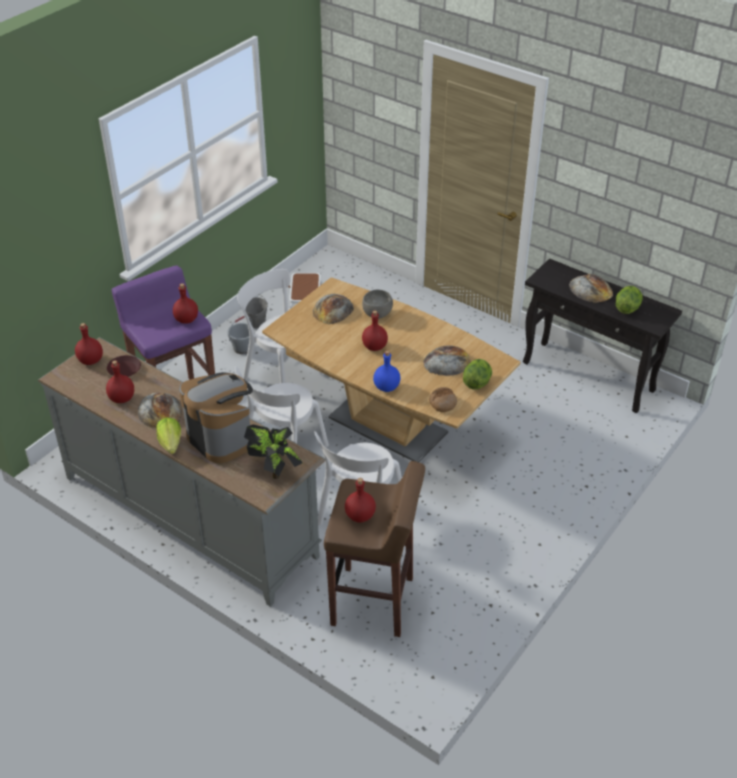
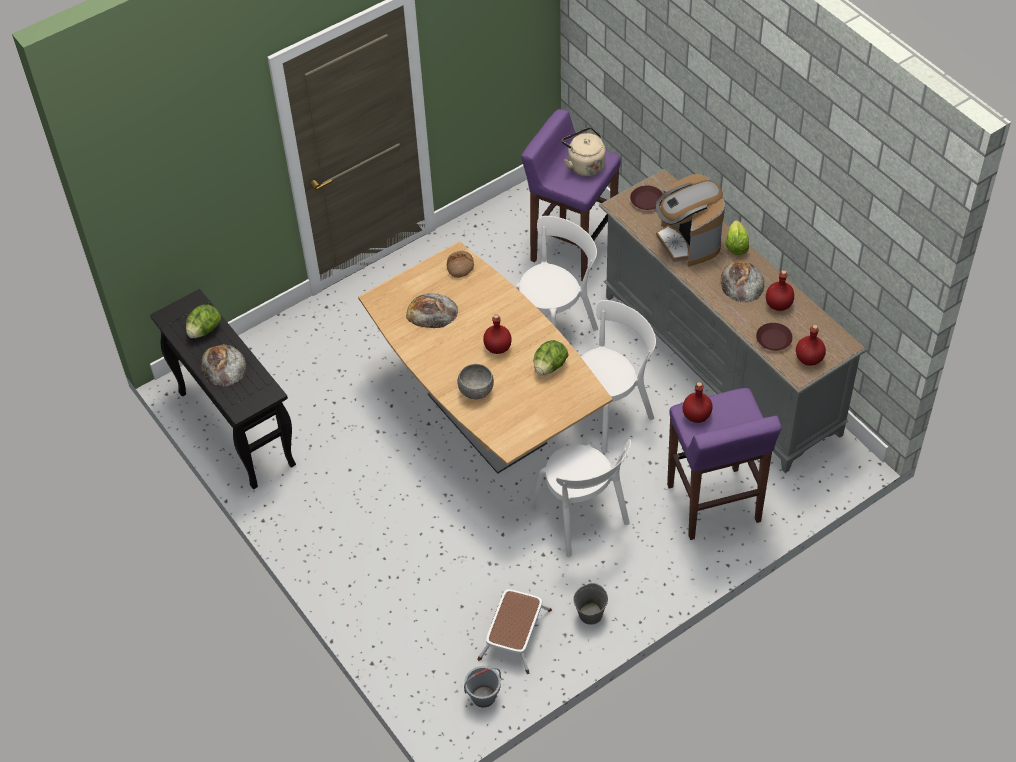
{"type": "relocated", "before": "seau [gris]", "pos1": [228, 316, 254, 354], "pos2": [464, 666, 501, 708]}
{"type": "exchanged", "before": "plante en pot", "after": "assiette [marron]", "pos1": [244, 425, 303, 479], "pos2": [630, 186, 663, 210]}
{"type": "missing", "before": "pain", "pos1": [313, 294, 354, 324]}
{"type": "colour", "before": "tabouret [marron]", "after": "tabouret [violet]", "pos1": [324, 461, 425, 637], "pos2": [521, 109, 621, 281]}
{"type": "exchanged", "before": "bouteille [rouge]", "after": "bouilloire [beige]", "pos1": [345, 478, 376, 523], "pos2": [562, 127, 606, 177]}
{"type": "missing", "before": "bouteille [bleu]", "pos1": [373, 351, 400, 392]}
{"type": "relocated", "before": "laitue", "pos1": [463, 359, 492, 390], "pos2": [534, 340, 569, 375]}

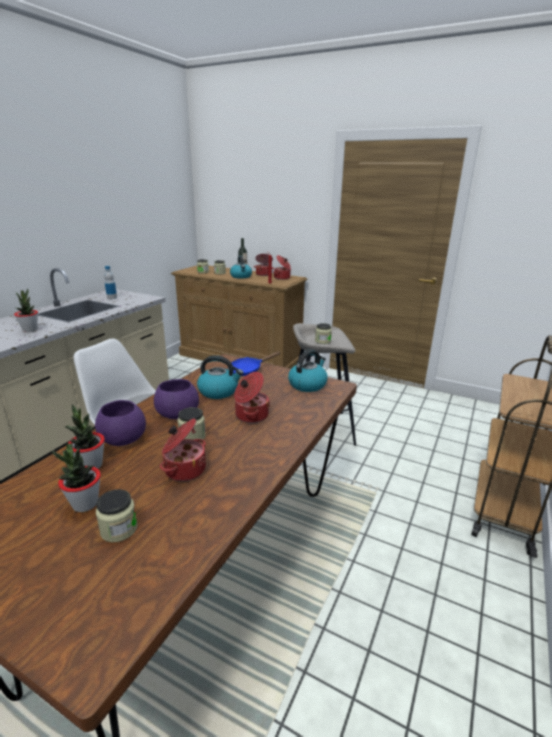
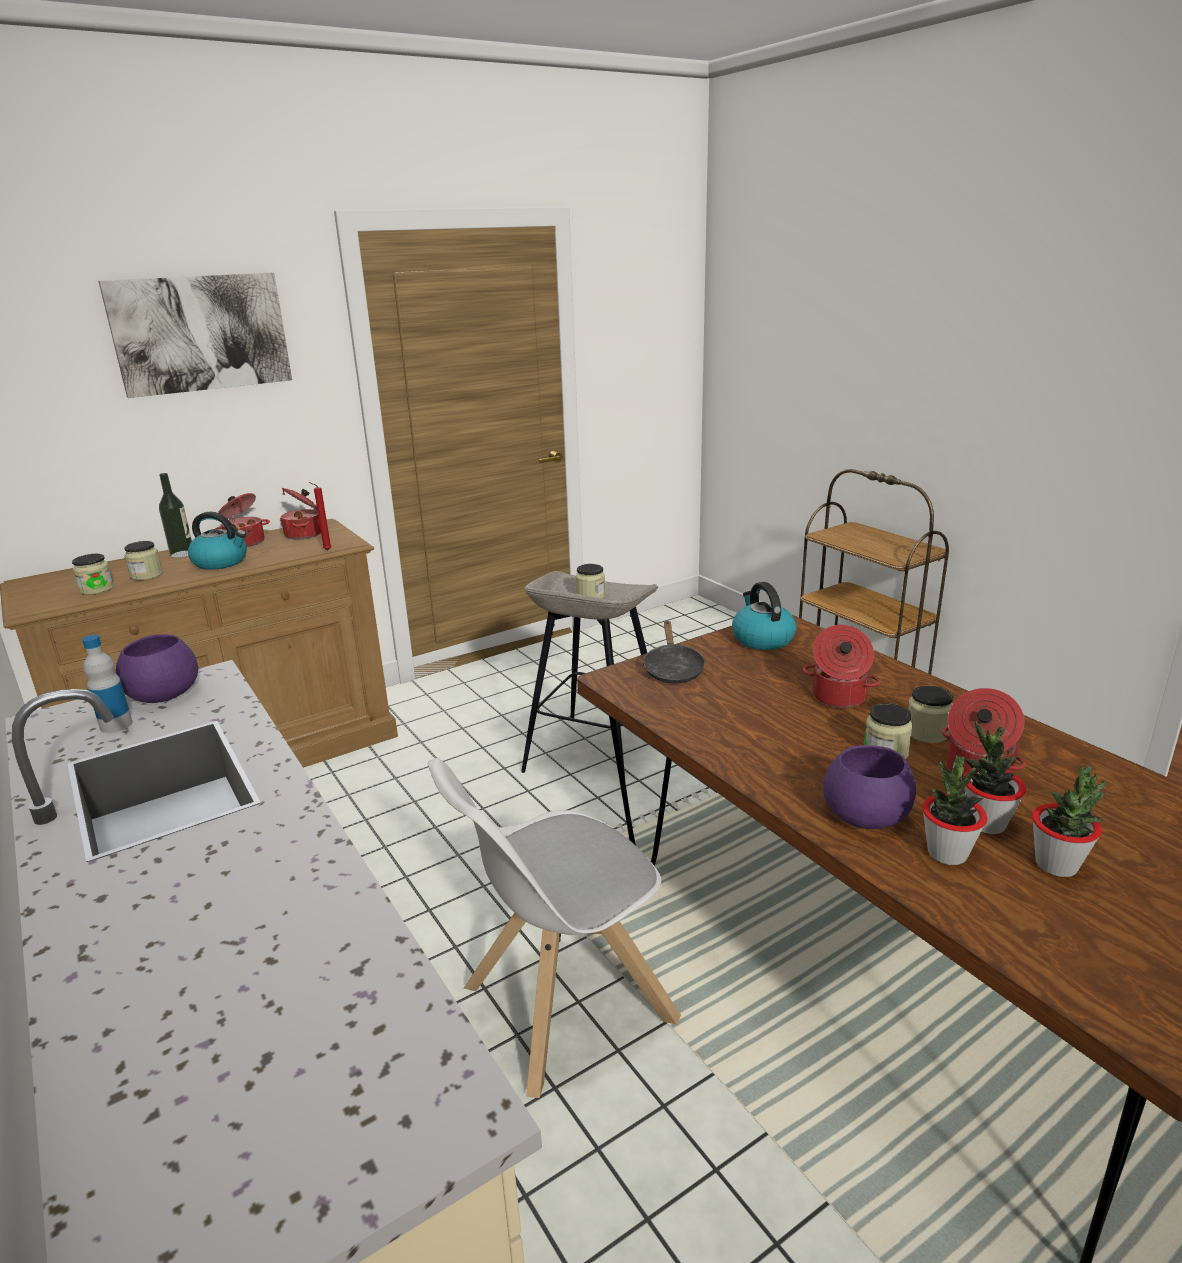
{"type": "relocated", "before": "plante en pot", "pos1": [14, 288, 38, 332], "pos2": [963, 721, 1026, 834]}
{"type": "relocated", "before": "bocal", "pos1": [96, 489, 137, 542], "pos2": [908, 686, 953, 743]}
{"type": "relocated", "before": "bol [violet]", "pos1": [154, 379, 199, 419], "pos2": [116, 634, 198, 703]}
{"type": "missing", "before": "bouilloire", "pos1": [197, 355, 243, 399]}
{"type": "colour", "before": "poêle [bleu]", "after": "poêle [noir]", "pos1": [228, 352, 280, 376], "pos2": [643, 621, 706, 684]}
{"type": "appeared", "after": "tableau", "pos2": [99, 273, 292, 398]}

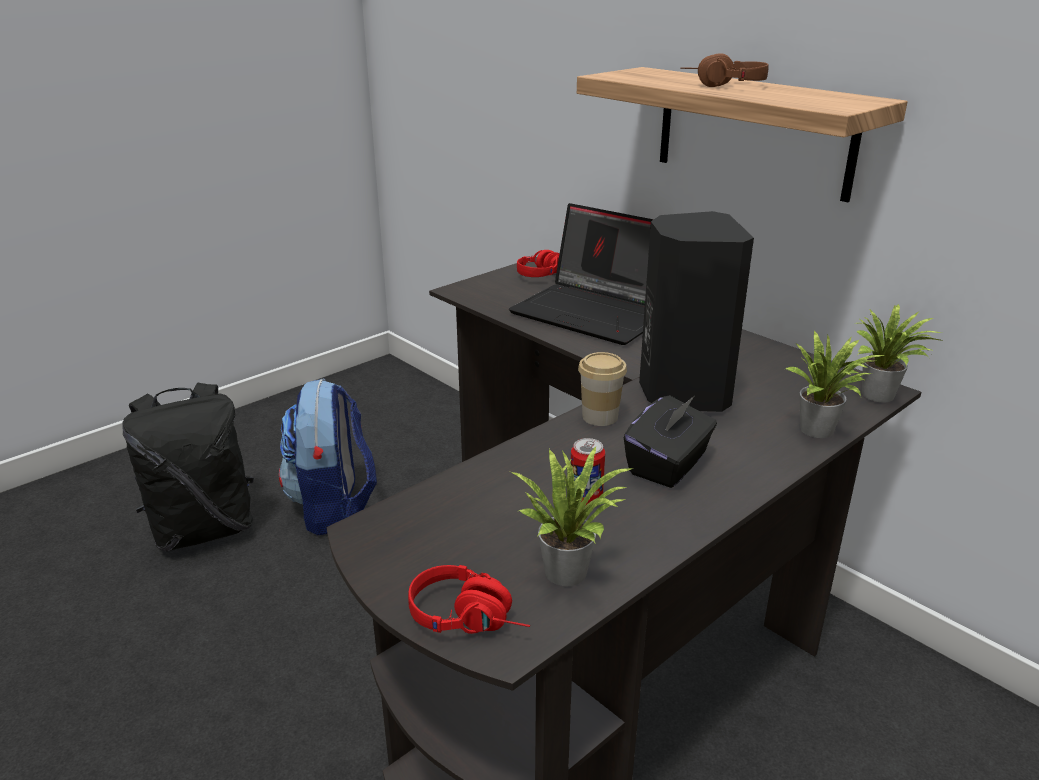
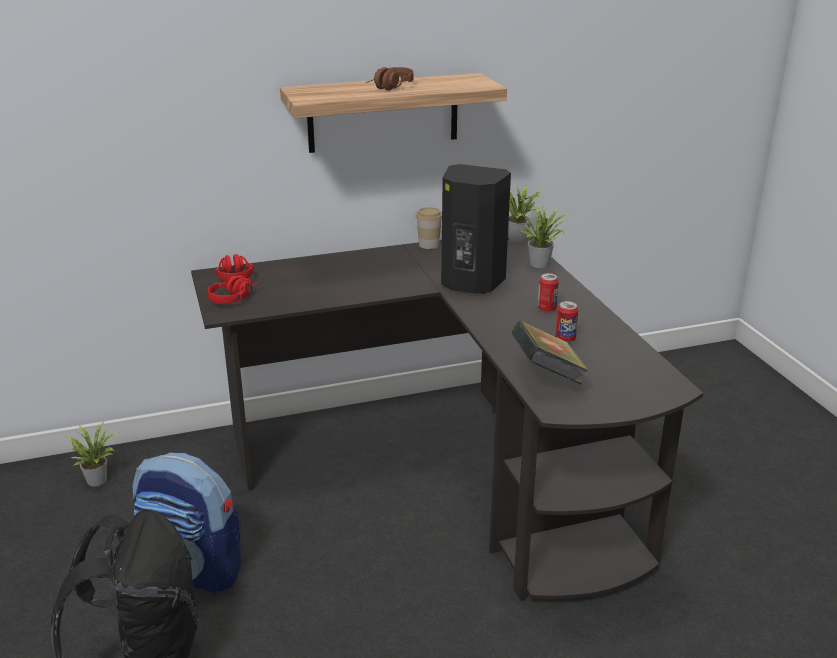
{"type": "relocated", "before": "casque audio [rouge]", "pos1": [408, 565, 530, 634], "pos2": [208, 276, 263, 304]}
{"type": "missing", "before": "ordinateur portable", "pos1": [509, 203, 654, 345]}
{"type": "relocated", "before": "plante en pot", "pos1": [511, 447, 634, 587], "pos2": [66, 422, 118, 487]}
{"type": "relocated", "before": "tasse", "pos1": [578, 352, 627, 426], "pos2": [415, 207, 442, 249]}
{"type": "exchanged", "before": "boîte à mouchoirs [noir]", "after": "boîte métallique", "pos1": [624, 395, 717, 488], "pos2": [537, 273, 559, 312]}
{"type": "appeared", "after": "livre", "pos2": [511, 321, 590, 385]}

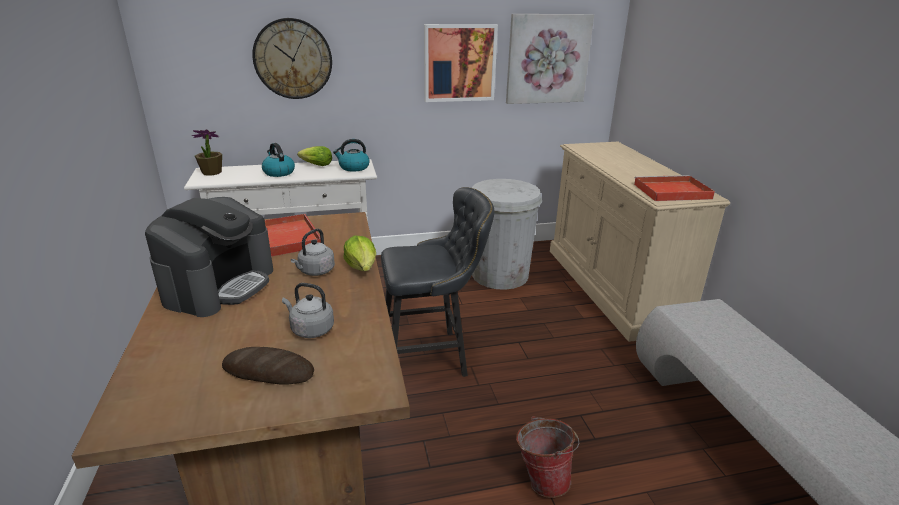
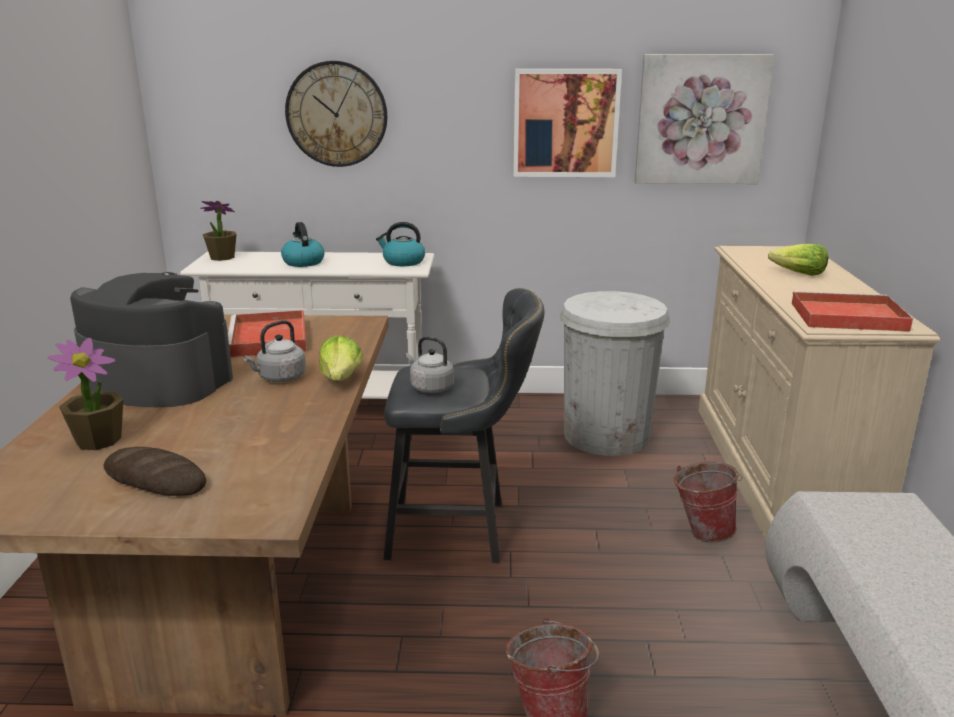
{"type": "spun", "before": "machine à café", "pos1": [145, 197, 273, 317], "pos2": [70, 272, 233, 407], "turn": -105}
{"type": "relocated", "before": "bouilloire [gris]", "pos1": [282, 283, 334, 338], "pos2": [405, 336, 454, 393]}
{"type": "relocated", "before": "laitue", "pos1": [297, 146, 332, 166], "pos2": [768, 244, 828, 276]}
{"type": "appeared", "after": "plante en pot", "pos2": [48, 337, 123, 450]}
{"type": "appeared", "after": "seau", "pos2": [674, 462, 743, 542]}

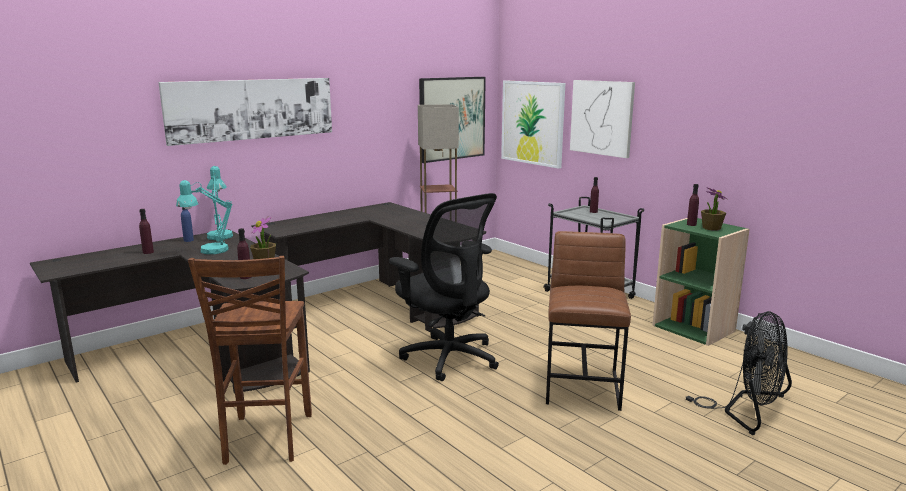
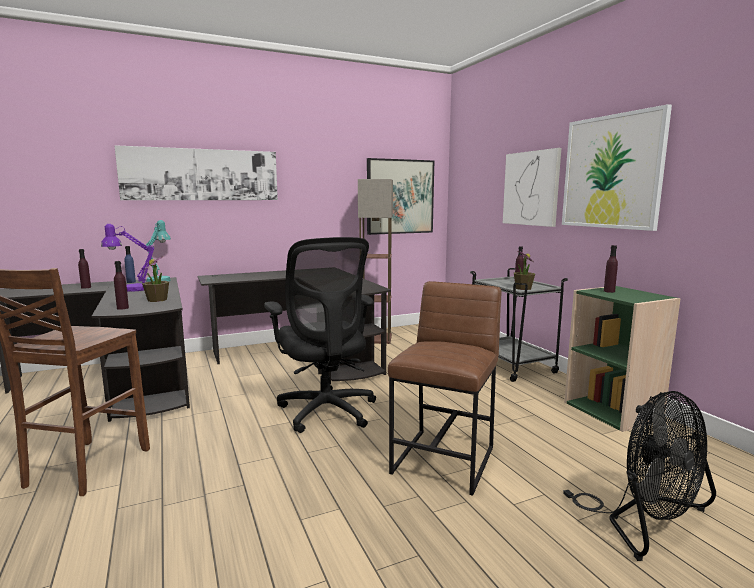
{"type": "colour", "before": "lampe de table [turquoise]", "after": "lampe de table [violet]", "pos1": [176, 180, 233, 254], "pos2": [101, 224, 155, 292]}
{"type": "relocated", "before": "tableau", "pos1": [501, 80, 565, 169], "pos2": [562, 104, 672, 231]}
{"type": "relocated", "before": "plante en pot", "pos1": [701, 187, 727, 230], "pos2": [514, 251, 535, 290]}

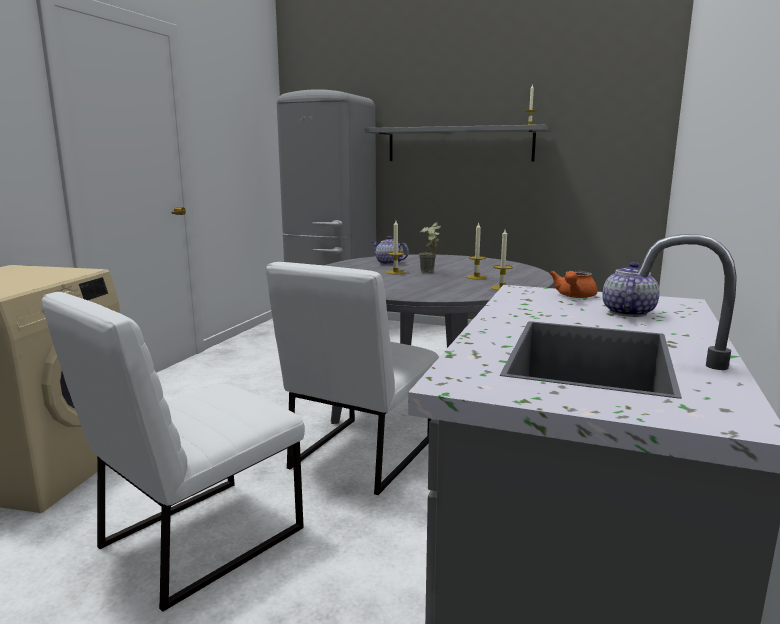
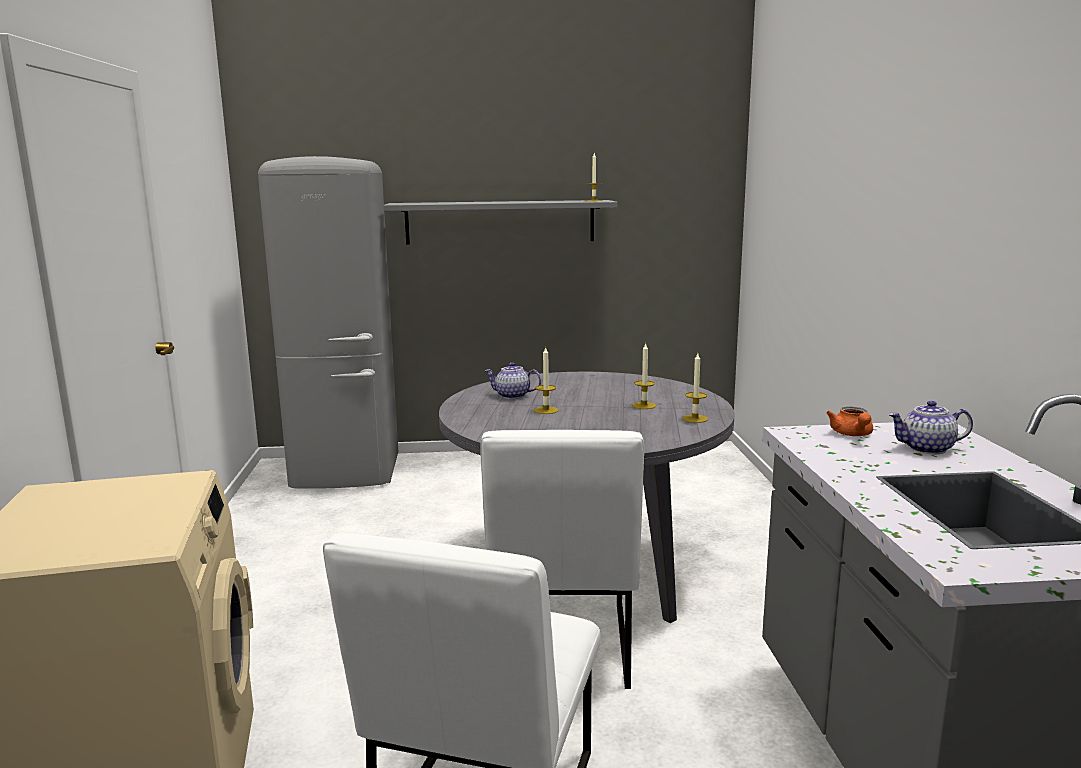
{"type": "missing", "before": "plante en pot", "pos1": [419, 222, 441, 273]}
{"type": "spun", "before": "théière", "pos1": [602, 262, 660, 317], "pos2": [888, 401, 973, 454], "turn": -90}

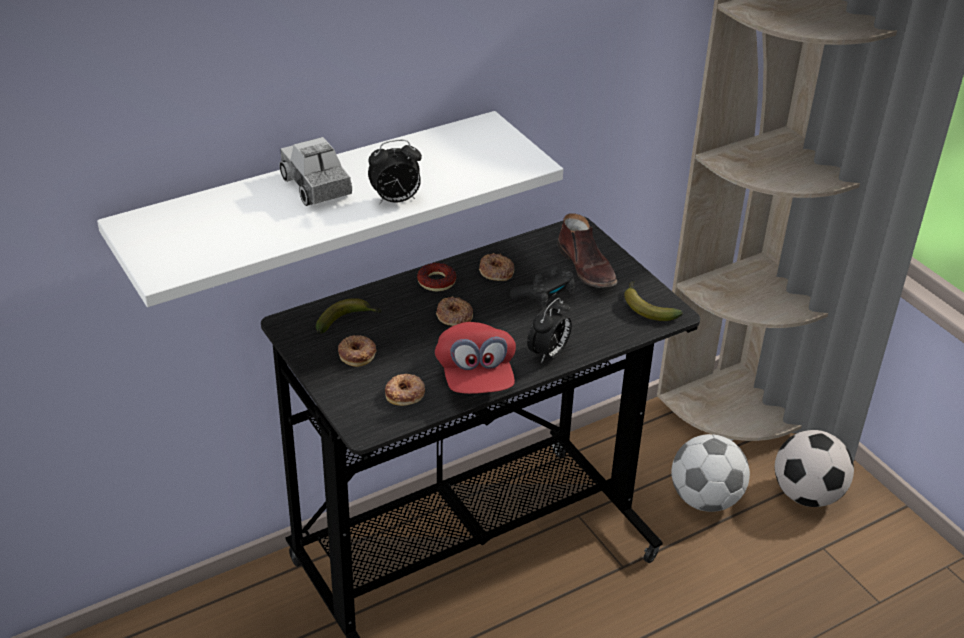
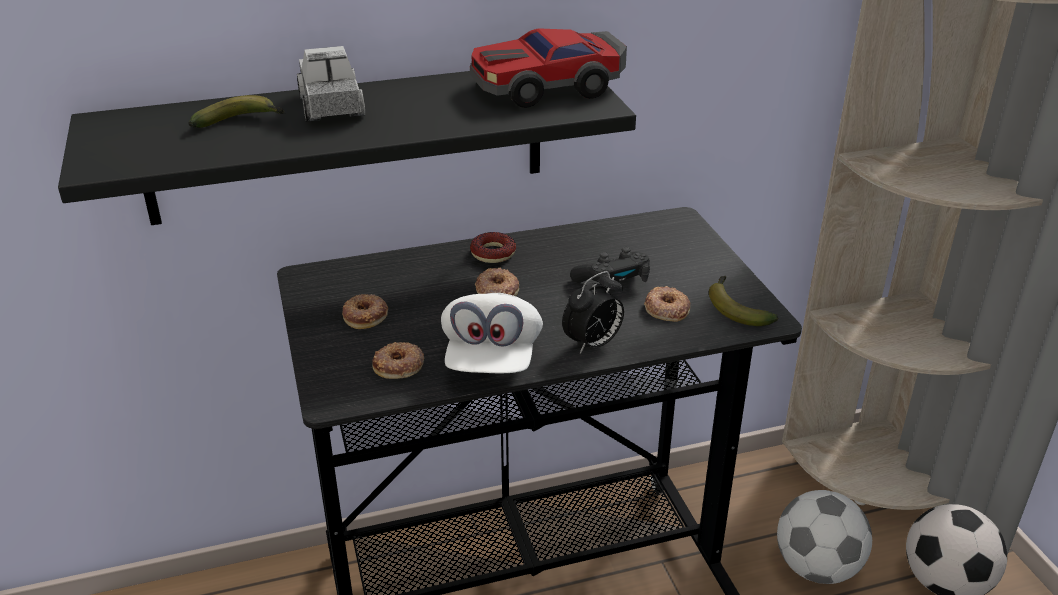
{"type": "colour", "before": "étagère [blanc]", "after": "étagère [noir]", "pos1": [97, 111, 563, 307], "pos2": [58, 71, 636, 225]}
{"type": "relocated", "before": "banane", "pos1": [316, 298, 382, 334], "pos2": [189, 95, 286, 128]}
{"type": "missing", "before": "réveil", "pos1": [368, 140, 422, 204]}
{"type": "colour", "before": "casquette [rouge]", "after": "casquette [blanc]", "pos1": [435, 322, 516, 394], "pos2": [441, 293, 543, 374]}
{"type": "relocated", "before": "beignet", "pos1": [479, 253, 514, 281], "pos2": [644, 286, 690, 322]}
{"type": "missing", "before": "chaussure [marron]", "pos1": [557, 213, 618, 288]}
{"type": "appeared", "after": "petite voiture", "pos2": [470, 28, 627, 108]}

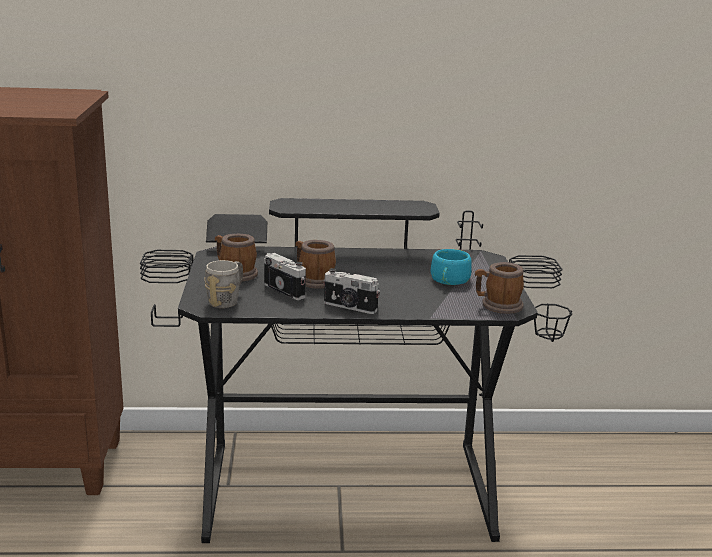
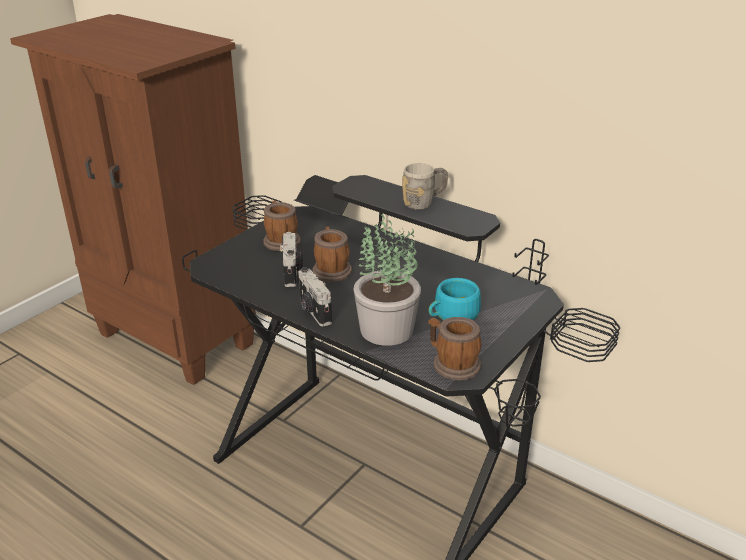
{"type": "relocated", "before": "mug [gris]", "pos1": [205, 260, 243, 308], "pos2": [402, 163, 448, 210]}
{"type": "appeared", "after": "plante en pot", "pos2": [353, 214, 421, 346]}

